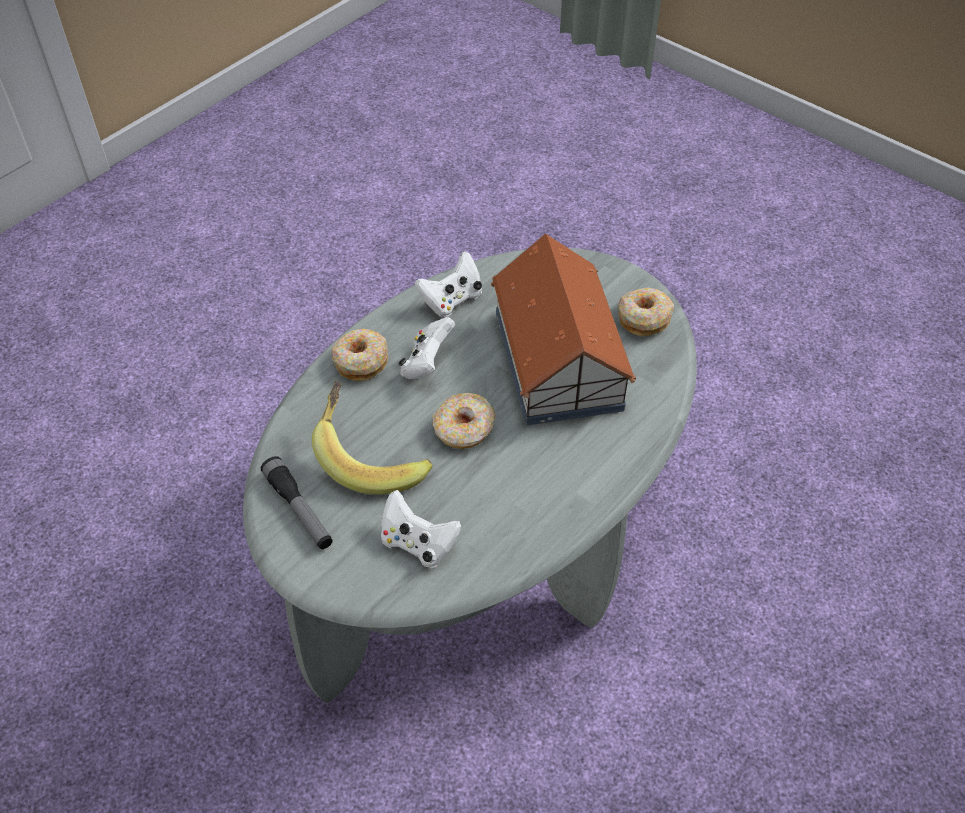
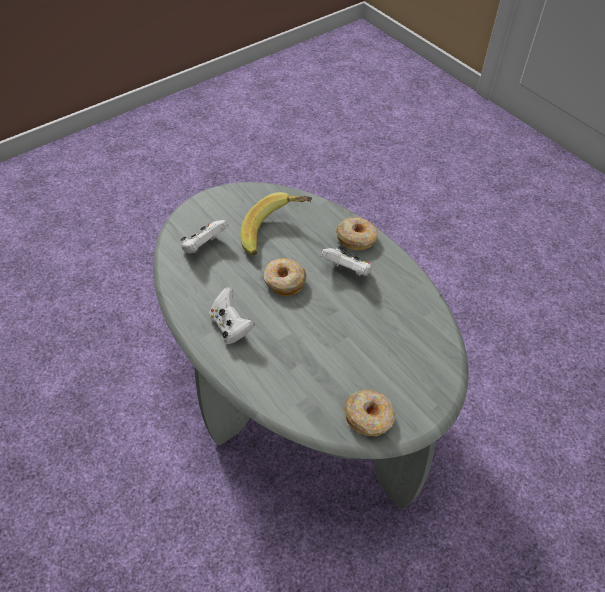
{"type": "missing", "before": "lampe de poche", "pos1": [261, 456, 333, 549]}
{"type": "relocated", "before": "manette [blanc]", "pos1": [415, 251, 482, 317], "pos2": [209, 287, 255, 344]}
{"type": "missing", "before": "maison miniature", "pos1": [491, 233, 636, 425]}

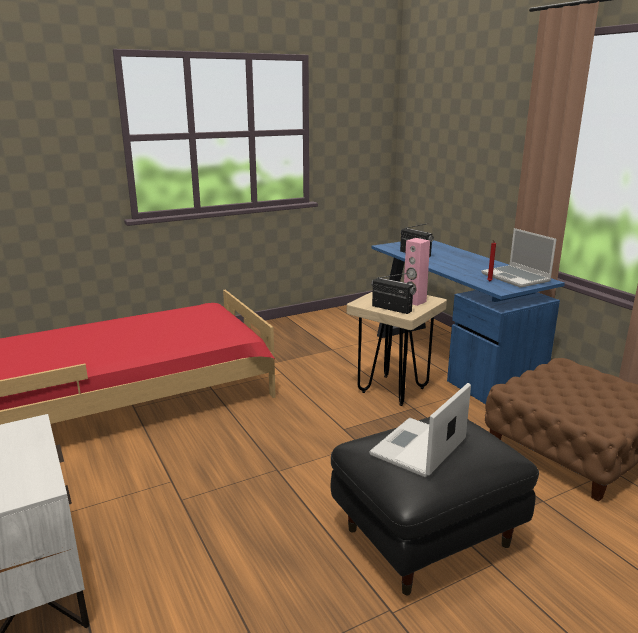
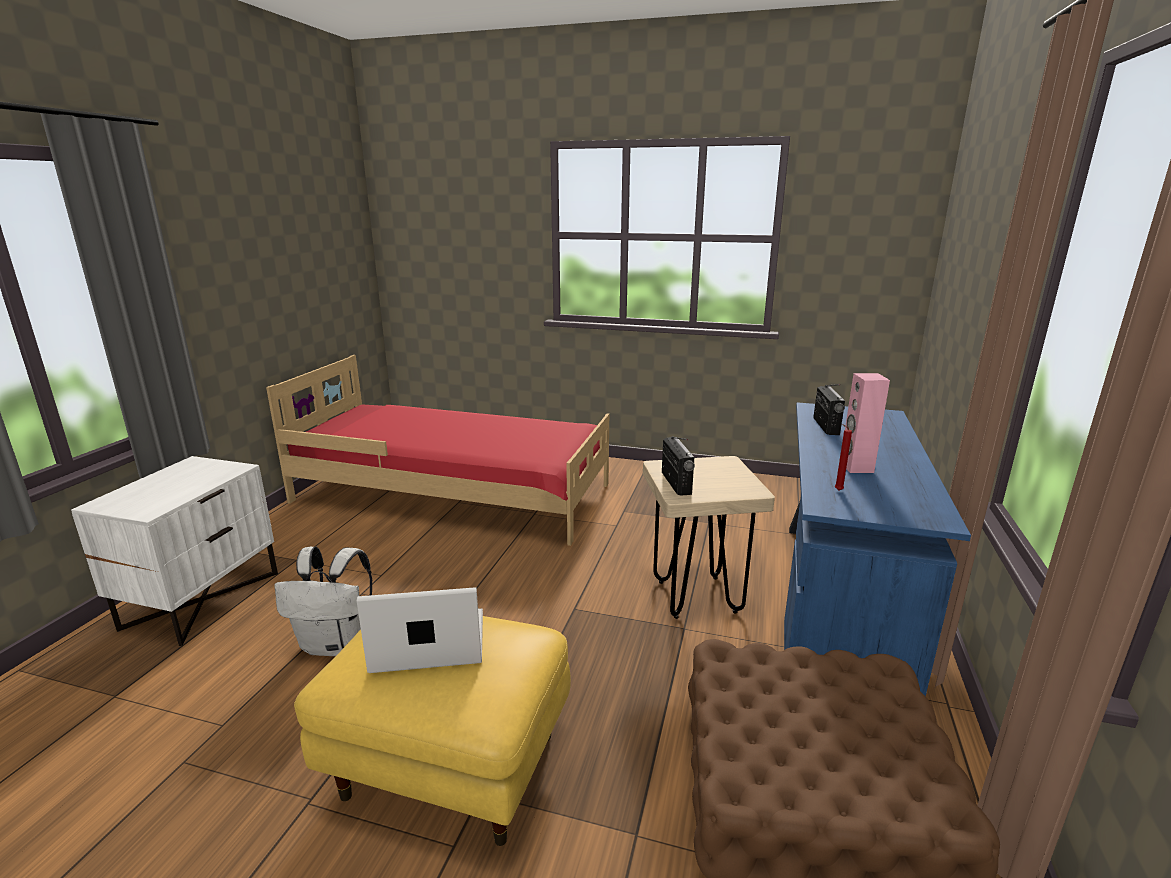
{"type": "colour", "before": "pouf [noir]", "after": "pouf [jaune]", "pos1": [331, 417, 539, 595], "pos2": [294, 616, 571, 846]}
{"type": "relocated", "before": "enceinte [rose]", "pos1": [404, 238, 430, 306], "pos2": [845, 373, 890, 473]}
{"type": "missing", "before": "ordinateur portable", "pos1": [482, 228, 557, 288]}
{"type": "appeared", "after": "sac à dos [blanc]", "pos2": [274, 547, 372, 656]}

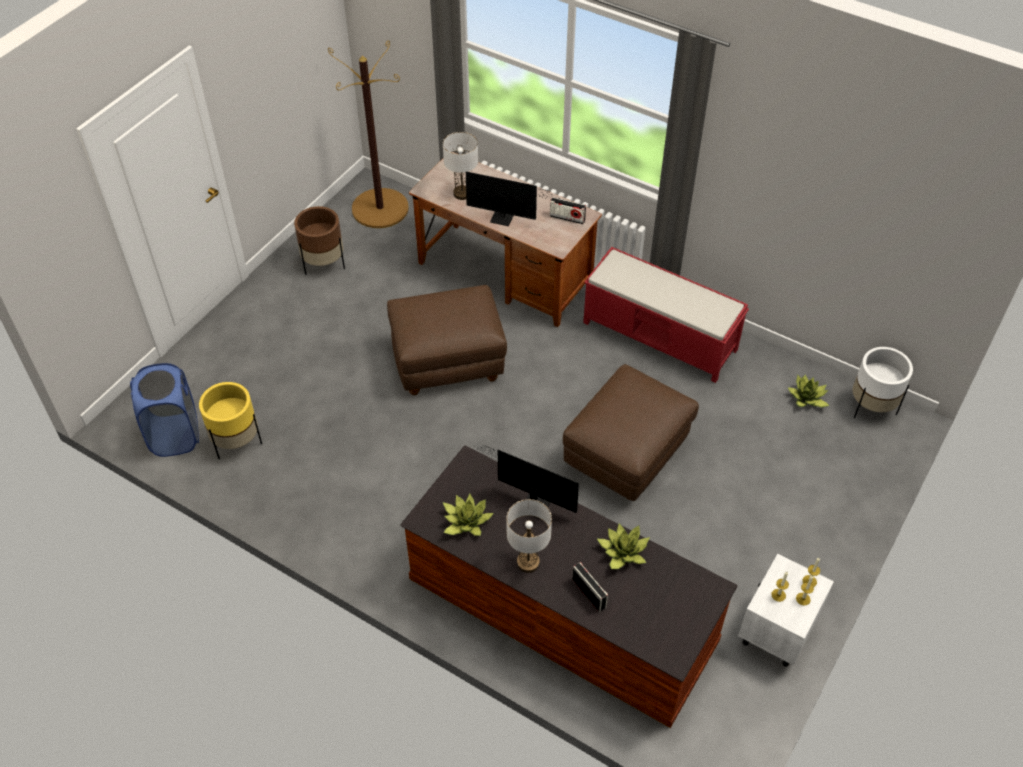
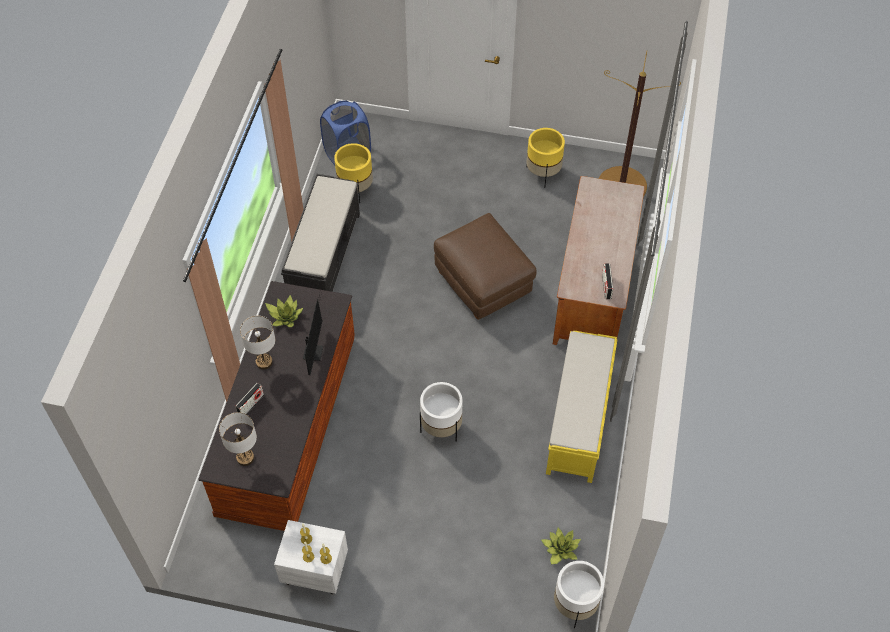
{"type": "colour", "before": "cache-pot [marron]", "after": "cache-pot [jaune]", "pos1": [294, 206, 345, 275], "pos2": [526, 128, 565, 188]}
{"type": "relocated", "before": "lampe de table", "pos1": [443, 132, 478, 200], "pos2": [219, 412, 257, 466]}
{"type": "missing", "before": "écran d'ordinateur", "pos1": [466, 172, 558, 226]}
{"type": "exchanged", "before": "pouf [marron]", "after": "cache-pot [blanc]", "pos1": [563, 364, 699, 501], "pos2": [420, 382, 463, 442]}
{"type": "colour", "before": "banc [rouge]", "after": "banc [jaune]", "pos1": [583, 247, 749, 383], "pos2": [546, 331, 618, 483]}
{"type": "missing", "before": "plante en pot", "pos1": [597, 524, 650, 569]}
{"type": "appeared", "after": "banc [noir]", "pos2": [281, 174, 360, 292]}

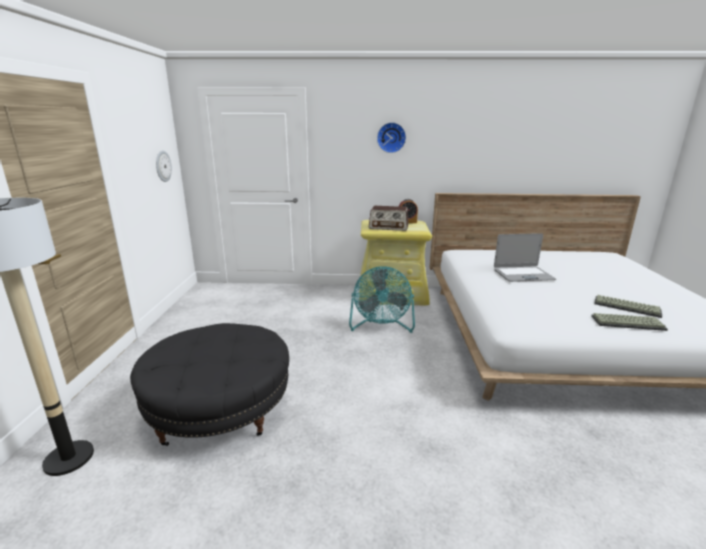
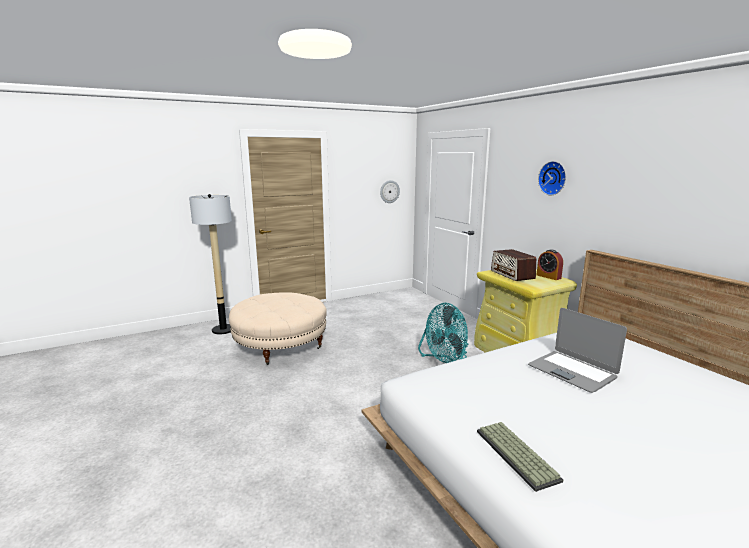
{"type": "colour", "before": "pouf [noir]", "after": "pouf [beige]", "pos1": [130, 323, 289, 446], "pos2": [229, 292, 327, 365]}
{"type": "missing", "before": "clavier", "pos1": [594, 295, 662, 318]}

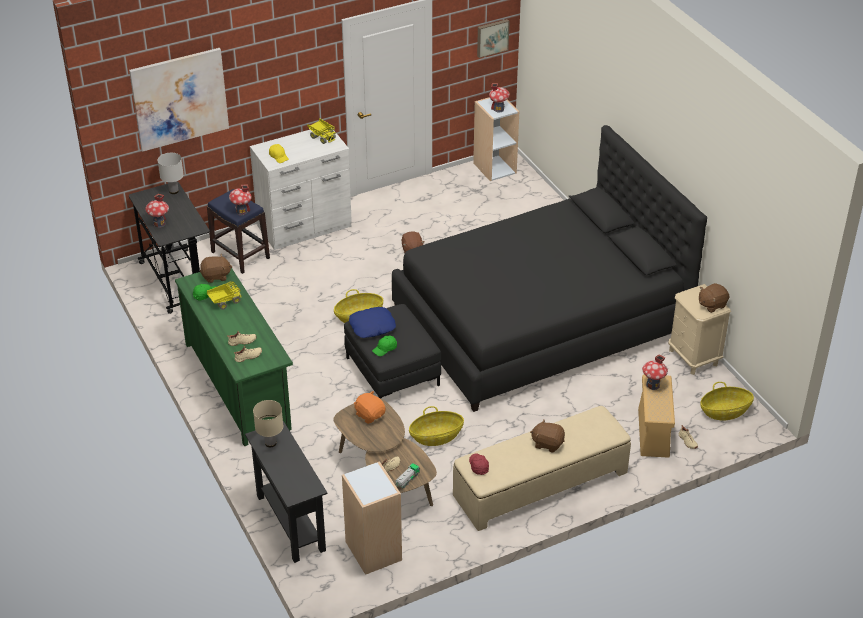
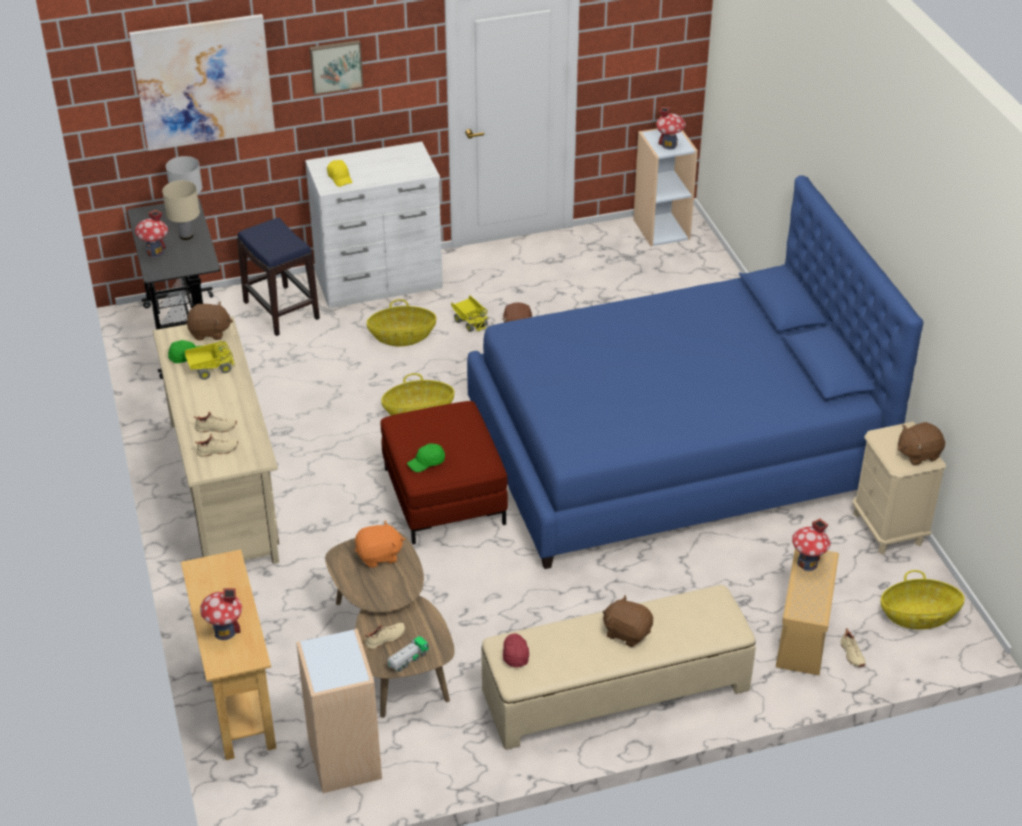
{"type": "colour", "before": "commode [vert]", "after": "commode [beige]", "pos1": [175, 268, 293, 446], "pos2": [153, 316, 279, 564]}
{"type": "relocated", "before": "maison miniature", "pos1": [229, 184, 252, 216], "pos2": [200, 588, 242, 640]}
{"type": "colour", "before": "table console [noir]", "after": "table console [beige]", "pos1": [245, 421, 328, 563], "pos2": [181, 549, 276, 760]}
{"type": "relocated", "before": "lampe de table [beige]", "pos1": [253, 400, 283, 447], "pos2": [162, 180, 200, 240]}
{"type": "relocated", "before": "camion jouet", "pos1": [307, 118, 336, 144], "pos2": [451, 295, 488, 332]}
{"type": "colour", "before": "pouf [noir]", "after": "pouf [rouge]", "pos1": [344, 304, 441, 399], "pos2": [381, 401, 508, 544]}
{"type": "missing", "before": "coussin [bleu]", "pos1": [349, 307, 396, 338]}
{"type": "spun", "before": "peluche [orange]", "pos1": [354, 391, 386, 424], "pos2": [355, 520, 405, 568], "turn": 105}
{"type": "colour", "before": "lit [noir]", "after": "lit [bleu]", "pos1": [392, 125, 707, 412], "pos2": [467, 175, 924, 569]}
{"type": "relocated", "before": "panier", "pos1": [409, 406, 464, 446], "pos2": [367, 299, 437, 346]}
{"type": "relocated", "before": "tableau", "pos1": [477, 19, 510, 58], "pos2": [309, 40, 363, 95]}

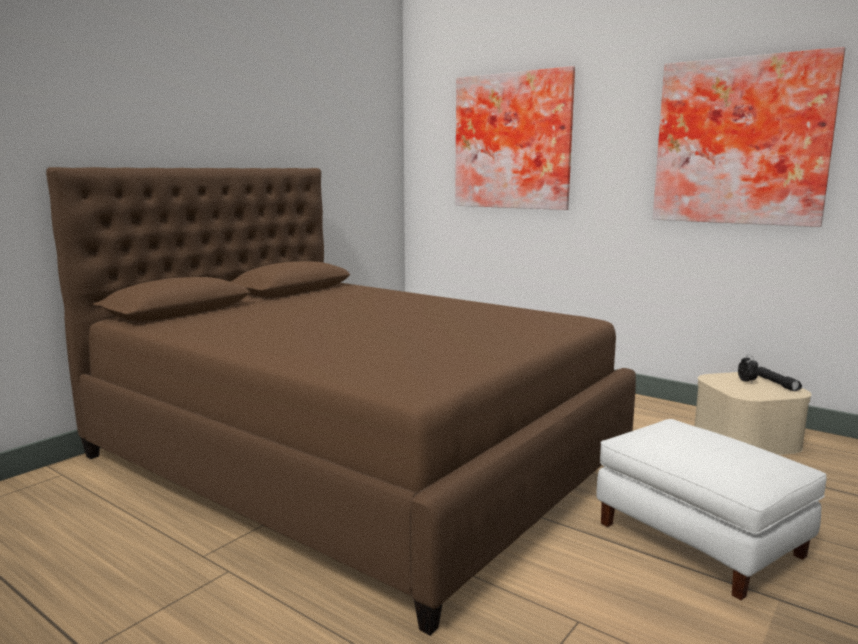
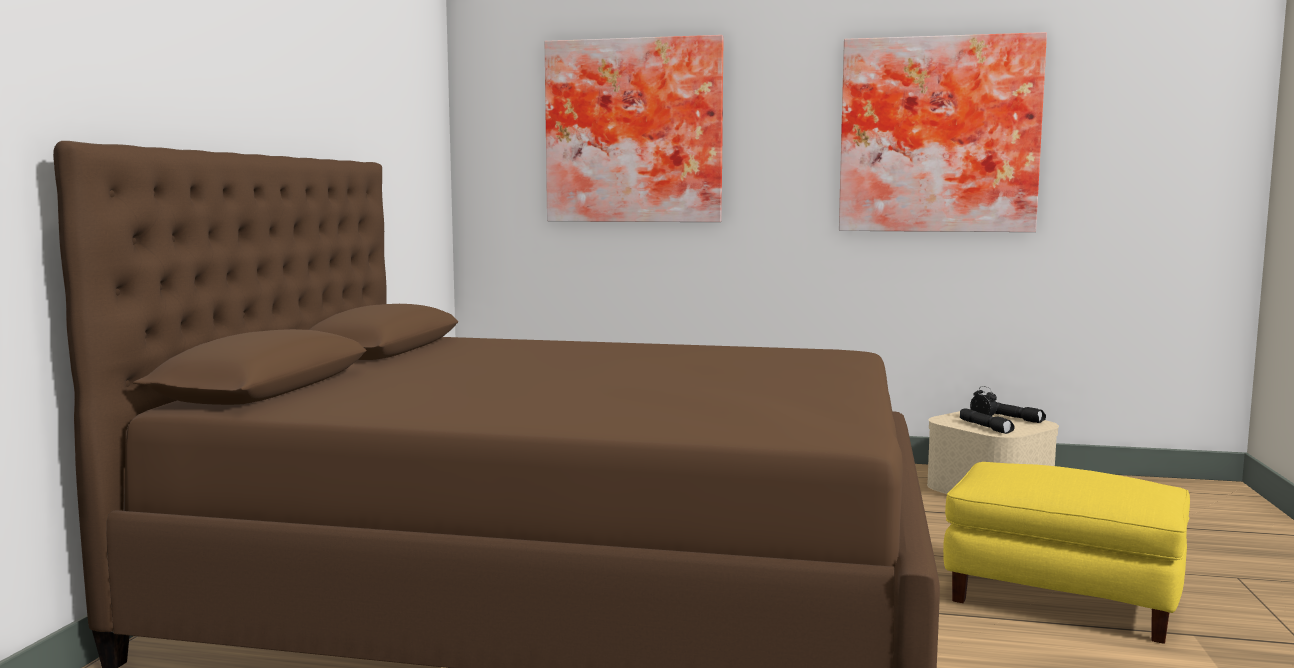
{"type": "colour", "before": "pouf [blanc]", "after": "pouf [jaune]", "pos1": [596, 419, 827, 600], "pos2": [943, 462, 1190, 644]}
{"type": "appeared", "after": "lampe de poche [noir]", "pos2": [960, 409, 1015, 434]}

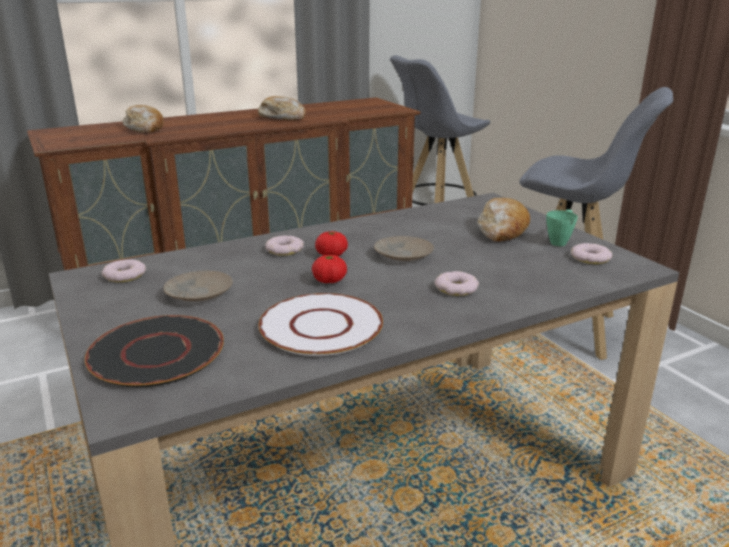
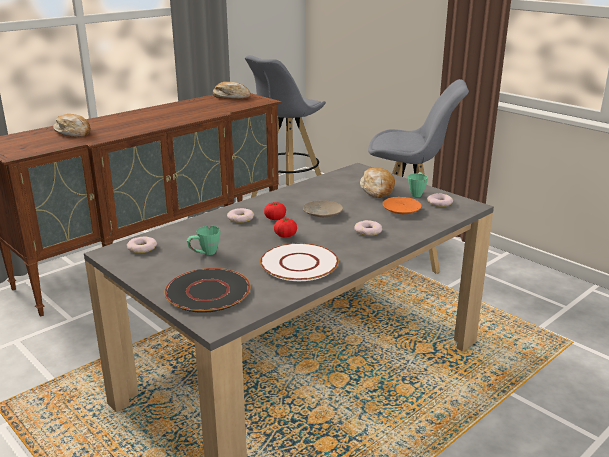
{"type": "exchanged", "before": "assiette [beige]", "after": "mug [vert]", "pos1": [163, 271, 233, 301], "pos2": [187, 226, 220, 255]}
{"type": "relocated", "before": "pain", "pos1": [258, 96, 306, 120], "pos2": [213, 82, 250, 99]}
{"type": "appeared", "after": "assiette [orange]", "pos2": [383, 197, 422, 214]}

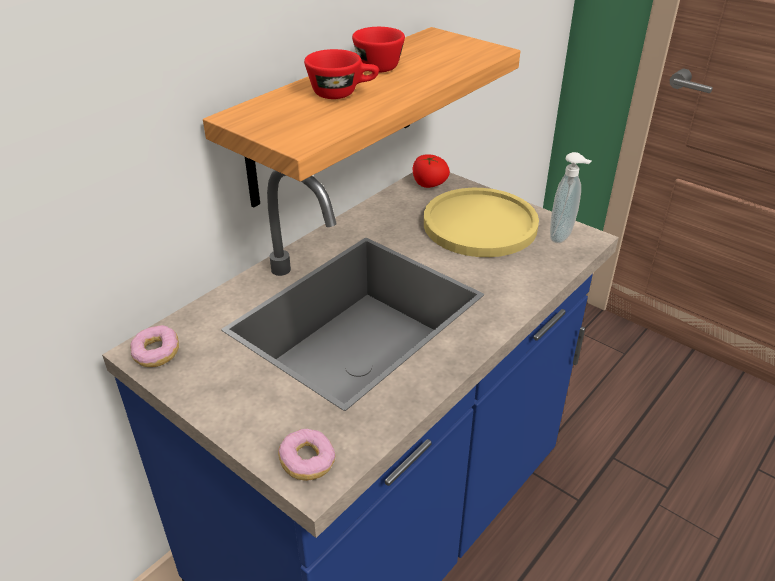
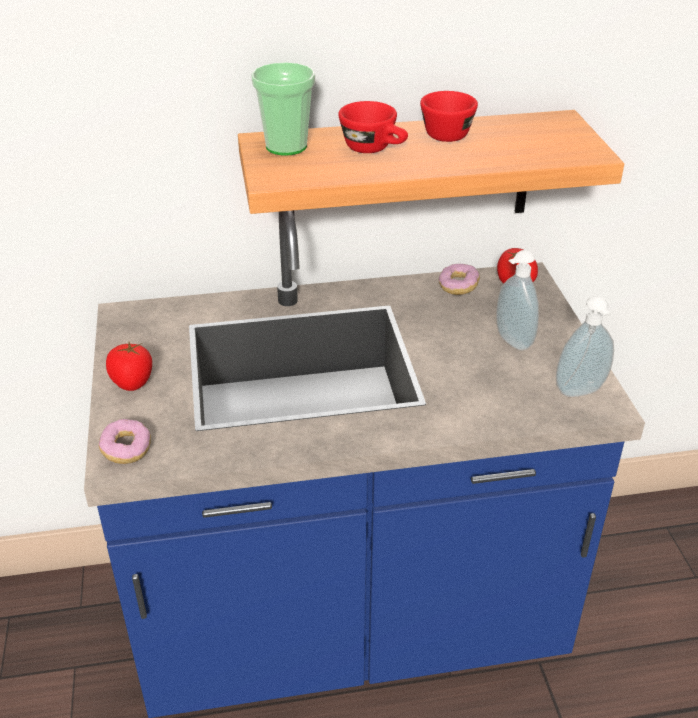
{"type": "relocated", "before": "beignet", "pos1": [130, 325, 179, 367], "pos2": [439, 264, 480, 295]}
{"type": "exchanged", "before": "assiette [jaune]", "after": "distributeur de savon", "pos1": [424, 188, 539, 257], "pos2": [496, 250, 539, 351]}
{"type": "appeared", "after": "tomate", "pos2": [106, 342, 152, 391]}
{"type": "appeared", "after": "tasse", "pos2": [251, 62, 315, 156]}

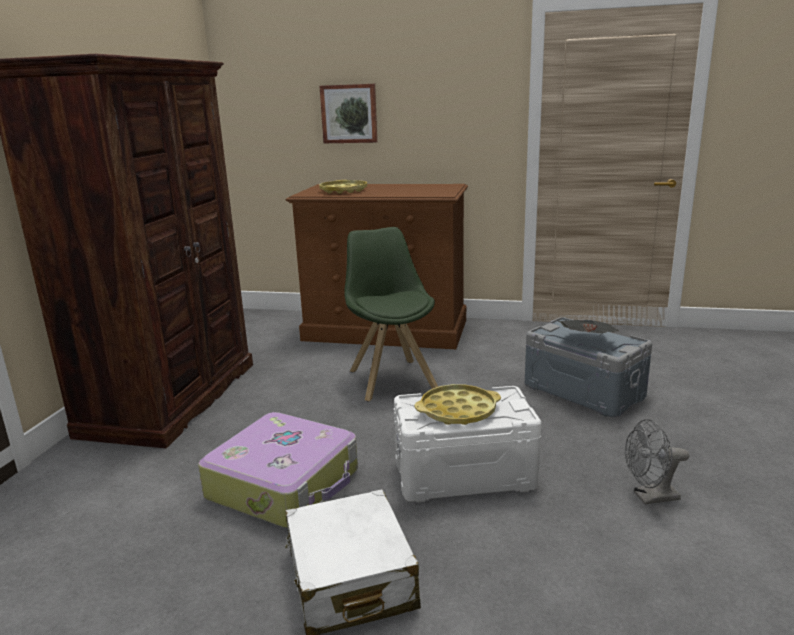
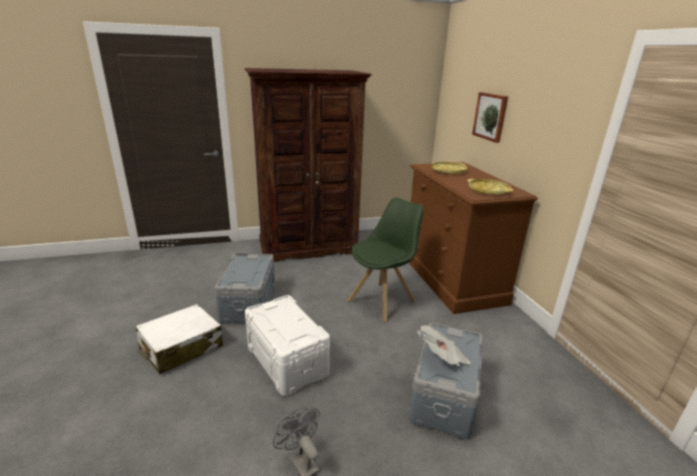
{"type": "exchanged", "before": "valise", "after": "boîte de rangement [gris]", "pos1": [198, 412, 358, 528], "pos2": [215, 253, 275, 324]}
{"type": "relocated", "before": "plateau [jaune]", "pos1": [414, 384, 501, 425], "pos2": [467, 179, 513, 195]}

